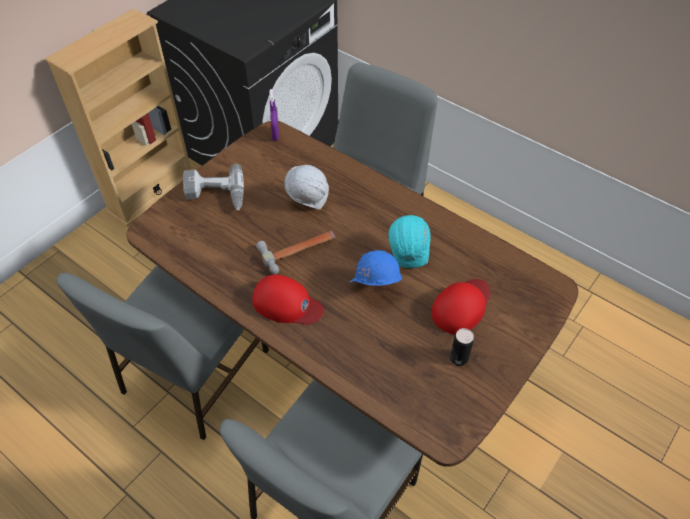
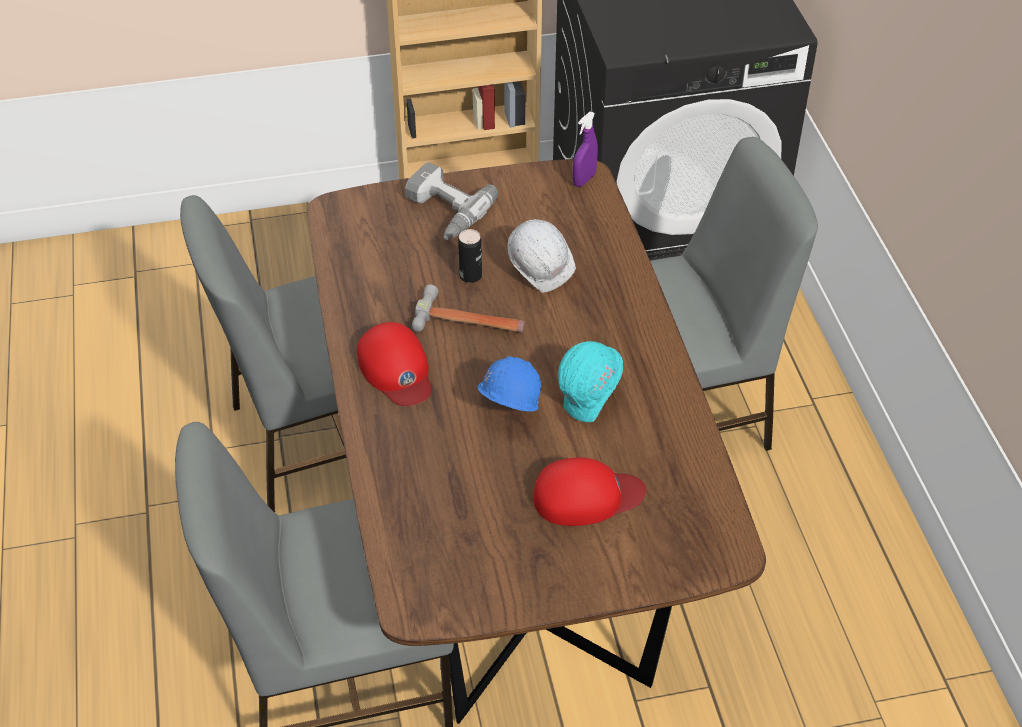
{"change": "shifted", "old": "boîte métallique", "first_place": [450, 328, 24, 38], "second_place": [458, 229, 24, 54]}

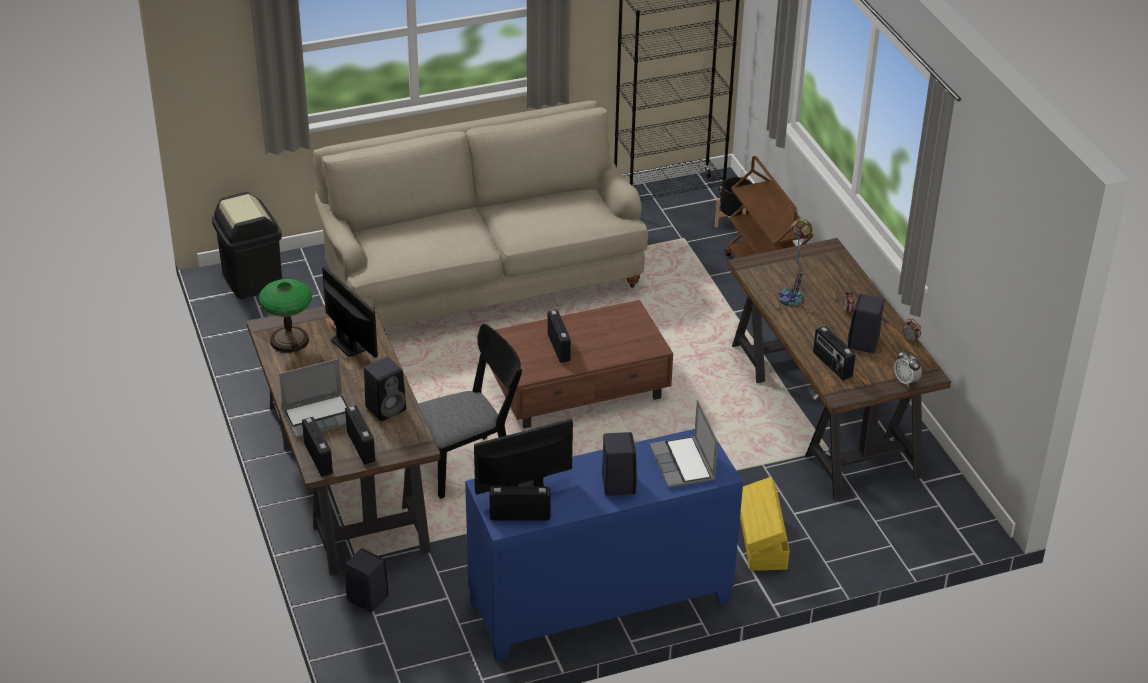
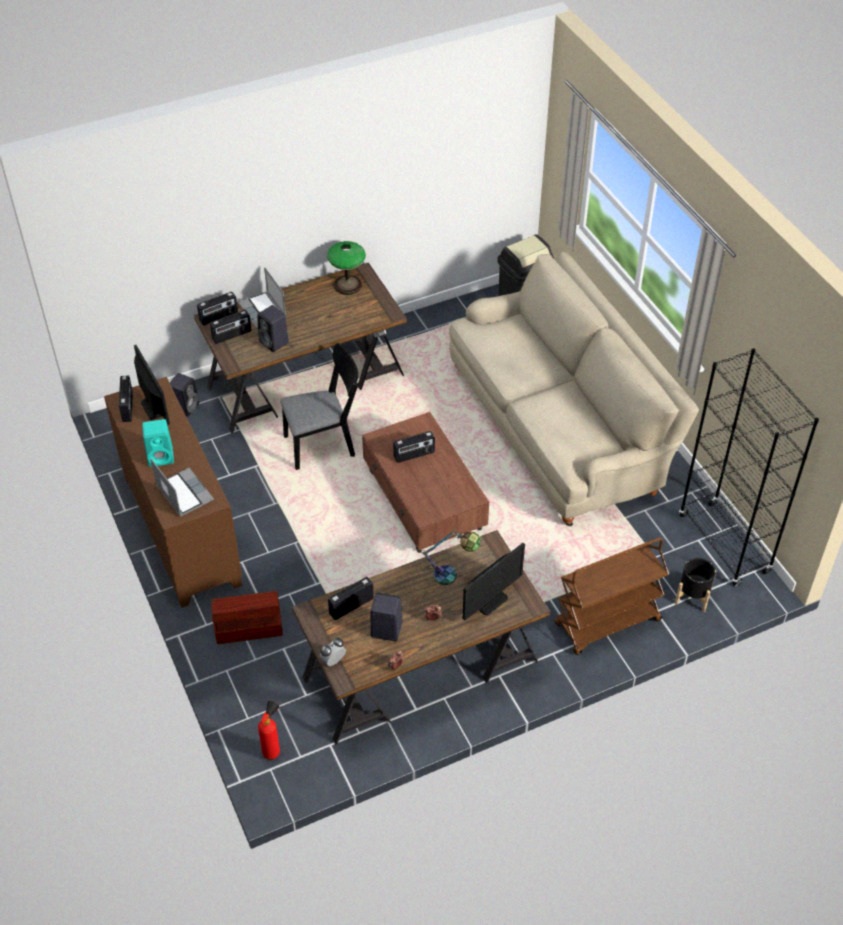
{"change": "new", "new": "extincteur", "second_place": [258, 701, 22, 59]}
{"change": "shifted", "old": "écran d'ordinateur", "first_place": [322, 267, 56, 91], "second_place": [463, 543, 62, 78]}
{"change": "repainted", "old": "meuble de rangement (bleu)", "new": "meuble de rangement (marron)", "first_place": [465, 429, 278, 232], "second_place": [104, 377, 138, 231]}
{"change": "repainted", "old": "enceinte (noir)", "new": "enceinte (turquoise)", "first_place": [602, 432, 35, 64], "second_place": [142, 419, 32, 48]}
{"change": "repainted", "old": "boîte de rangement (jaune)", "new": "boîte de rangement (marron)", "first_place": [740, 477, 50, 94], "second_place": [212, 591, 71, 53]}
{"change": "rotated", "old": "chaise (noir)", "first_place": [418, 324, 104, 175], "second_place": [280, 343, 78, 127], "degrees": -75}
{"change": "rotated", "old": "ordinateur portable", "first_place": [650, 400, 68, 88], "second_place": [151, 459, 63, 58], "degrees": 75}

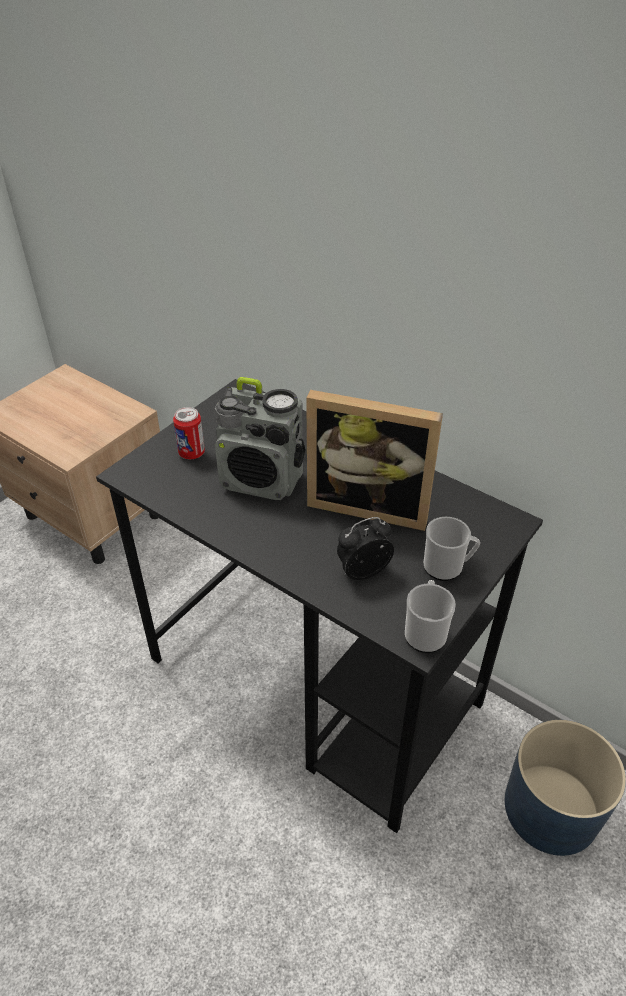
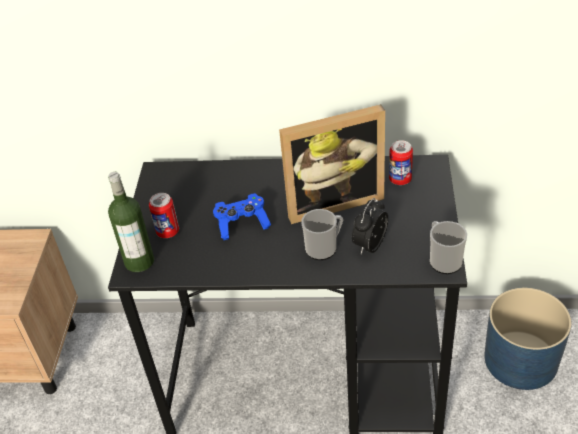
{"change": "new", "new": "bouteille", "second_place": [108, 172, 46, 100]}
{"change": "new", "new": "boîte métallique", "second_place": [389, 140, 24, 45]}
{"change": "shifted", "old": "mug", "first_place": [423, 517, 57, 64], "second_place": [301, 209, 42, 51]}
{"change": "swapped", "old": "radio", "new": "manette (bleu)", "first_place": [215, 377, 90, 123], "second_place": [213, 193, 58, 47]}

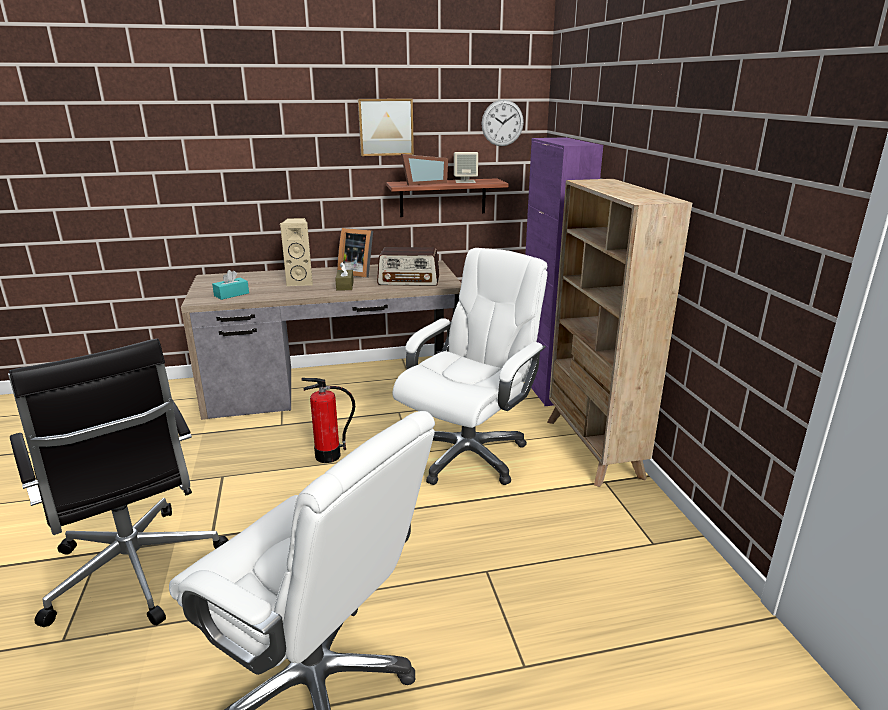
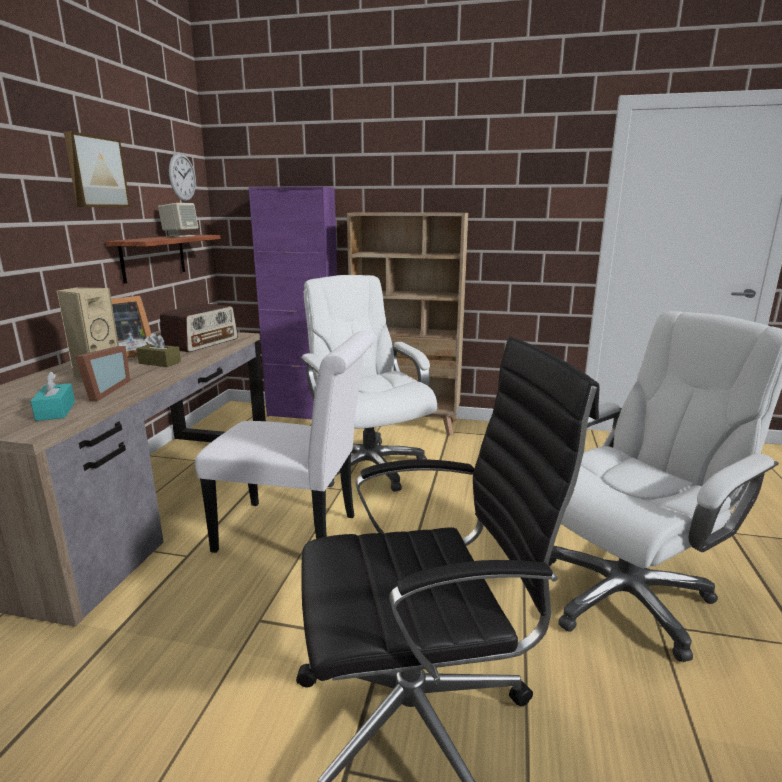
{"change": "shifted", "old": "cadre photo", "first_place": [401, 154, 47, 32], "second_place": [75, 346, 55, 55]}
{"change": "swapped", "old": "extincteur", "new": "chaise (blanc)", "first_place": [301, 378, 54, 85], "second_place": [195, 331, 180, 222]}

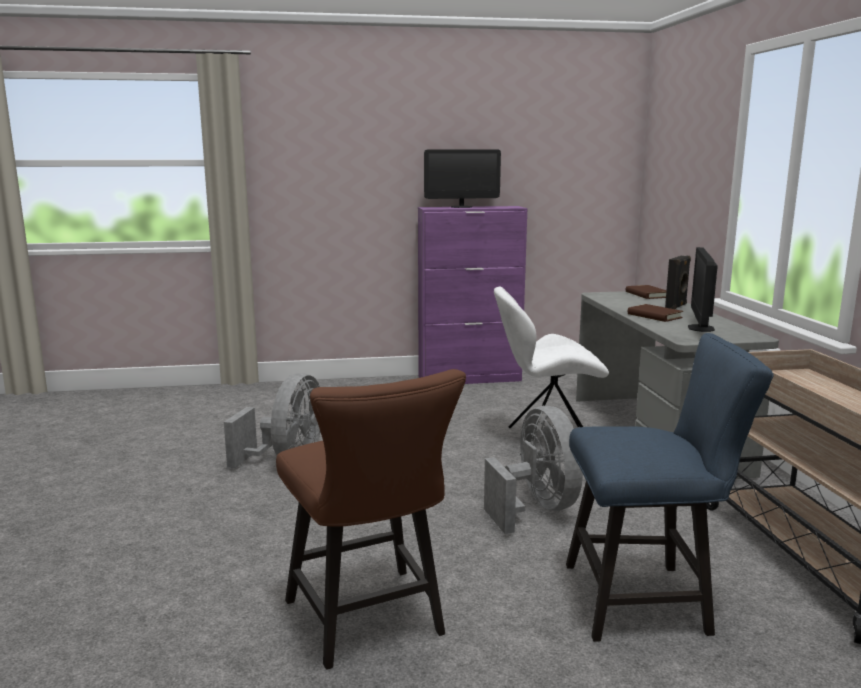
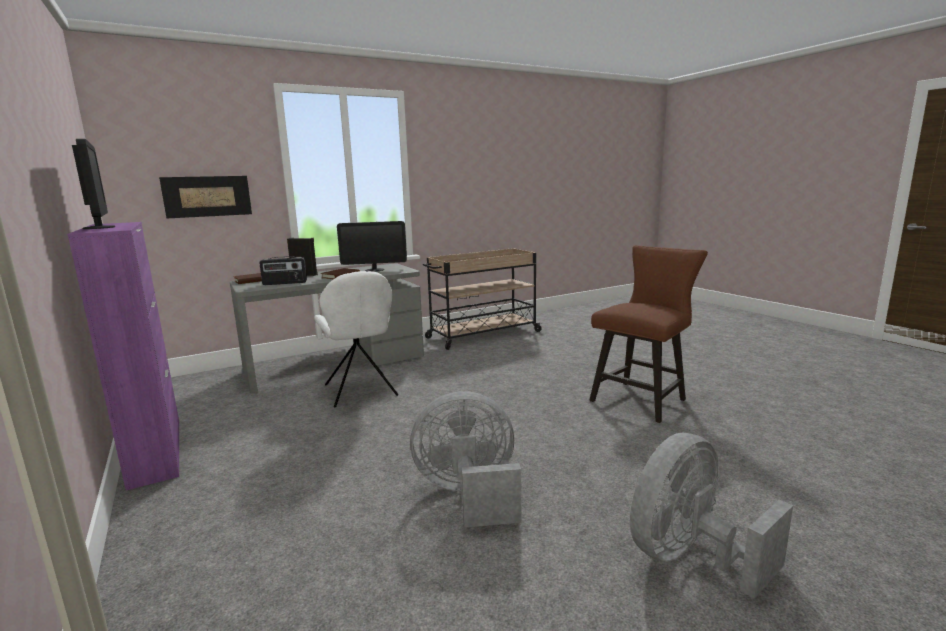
{"change": "gone", "old": "chaise (bleu)", "first_place": [566, 333, 208, 309]}
{"change": "new", "new": "tableau", "second_place": [159, 176, 93, 42]}
{"change": "new", "new": "radio", "second_place": [259, 256, 48, 29]}
{"change": "shifted", "old": "ventilateur (gris)", "first_place": [484, 406, 99, 128], "second_place": [630, 433, 163, 166]}

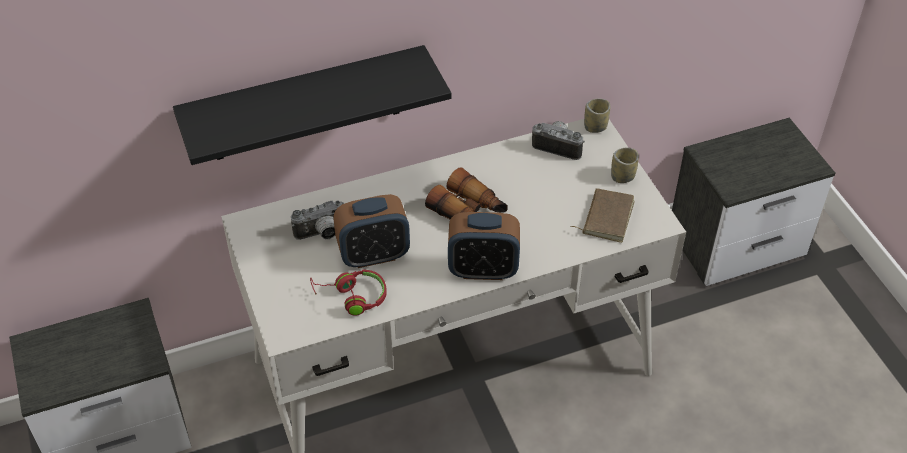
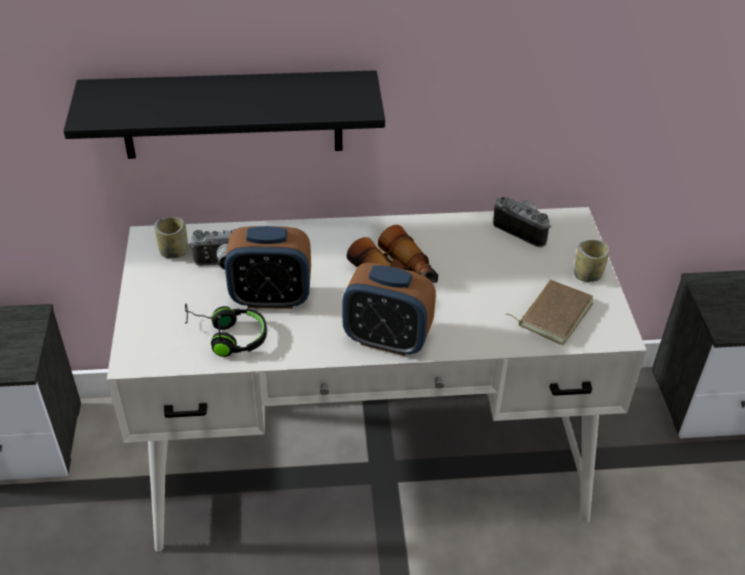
{"change": "shifted", "old": "tasse", "first_place": [584, 98, 26, 35], "second_place": [154, 217, 34, 41]}
{"change": "repainted", "old": "casque audio (rouge)", "new": "casque audio (noir)", "first_place": [310, 270, 77, 46], "second_place": [185, 304, 82, 53]}

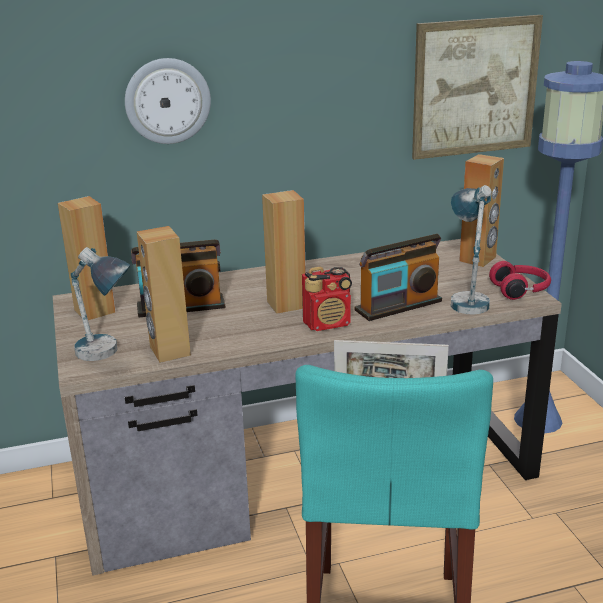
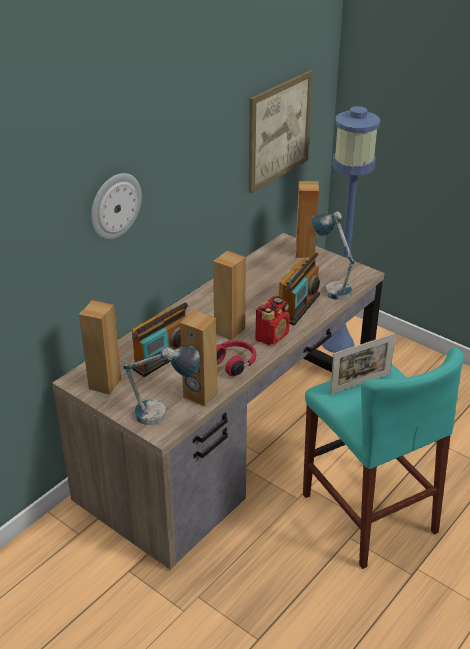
{"change": "shifted", "old": "casque audio (rouge)", "first_place": [489, 261, 62, 39], "second_place": [216, 340, 40, 36]}

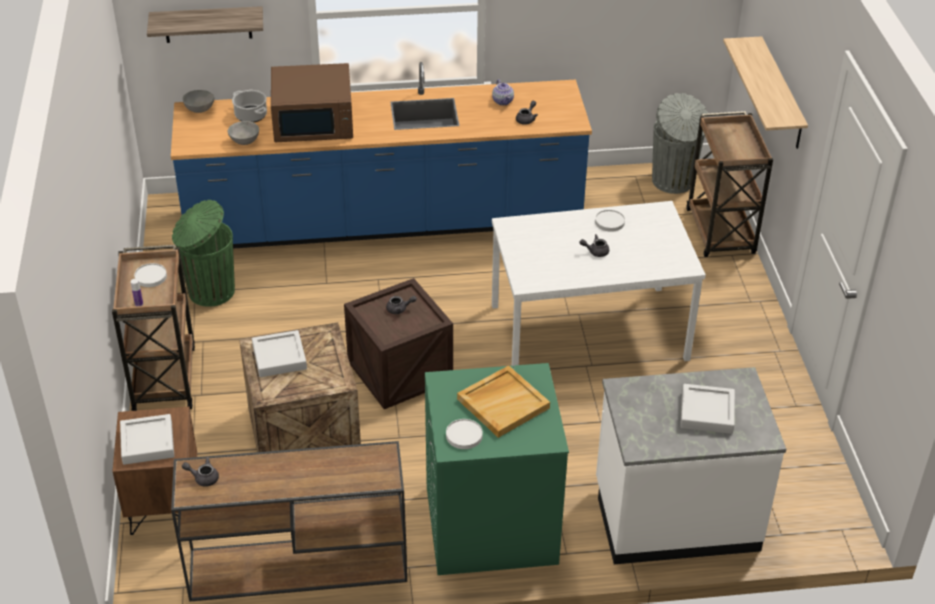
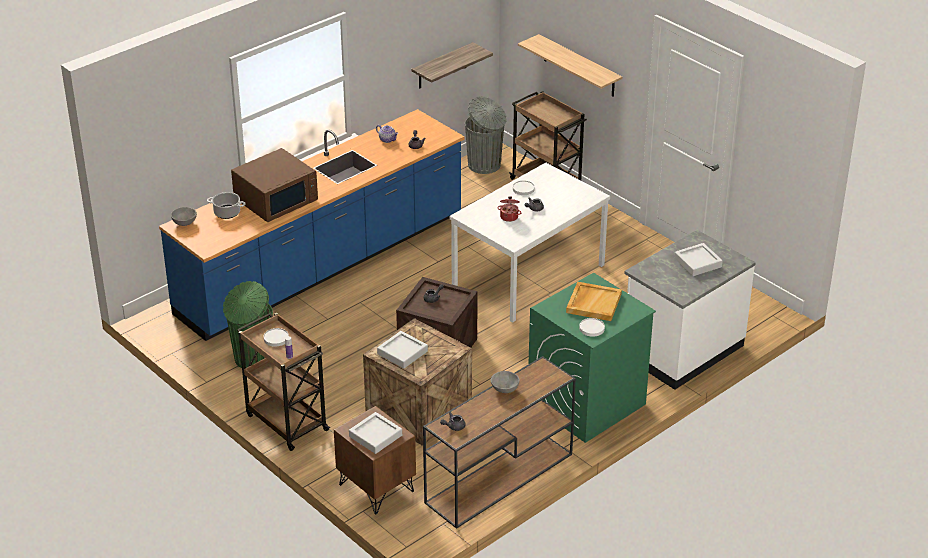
{"change": "new", "new": "marmite", "second_place": [497, 197, 24, 25]}
{"change": "shifted", "old": "étagère", "first_place": [147, 6, 116, 37], "second_place": [411, 42, 82, 47]}
{"change": "shifted", "old": "bol (gris)", "first_place": [228, 121, 31, 24], "second_place": [491, 371, 29, 22]}

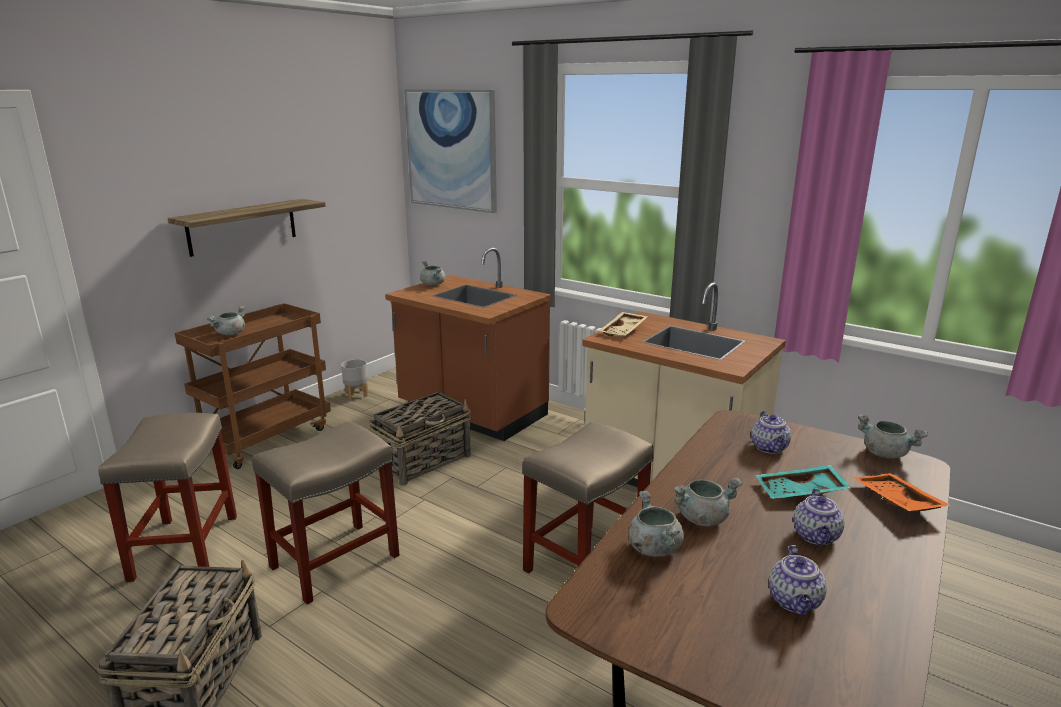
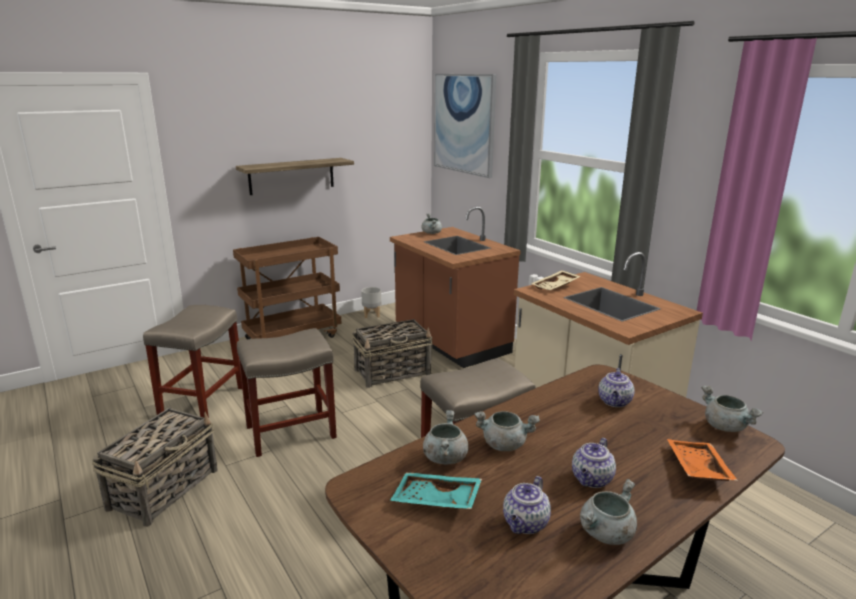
{"change": "shifted", "old": "marmite (gris)", "first_place": [207, 306, 38, 29], "second_place": [580, 479, 57, 66]}
{"change": "shifted", "old": "plateau (turquoise)", "first_place": [755, 465, 97, 34], "second_place": [390, 473, 92, 36]}

